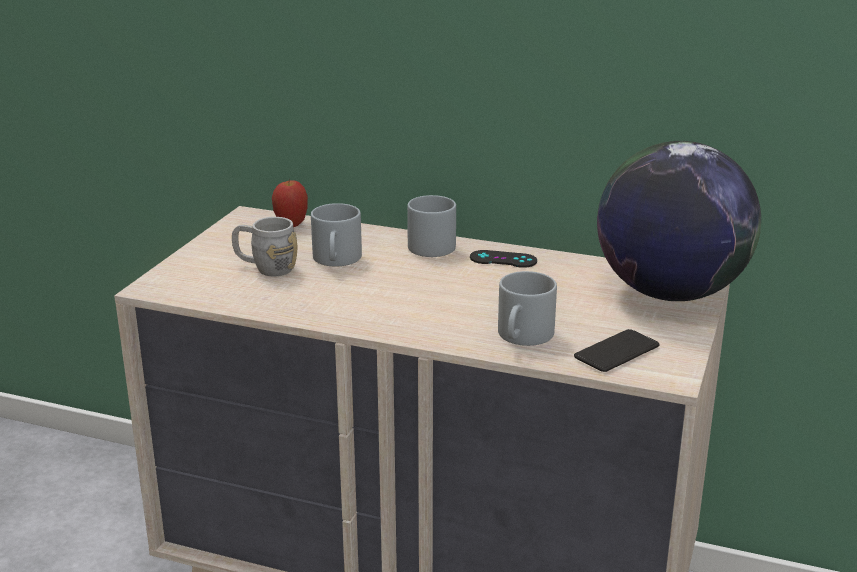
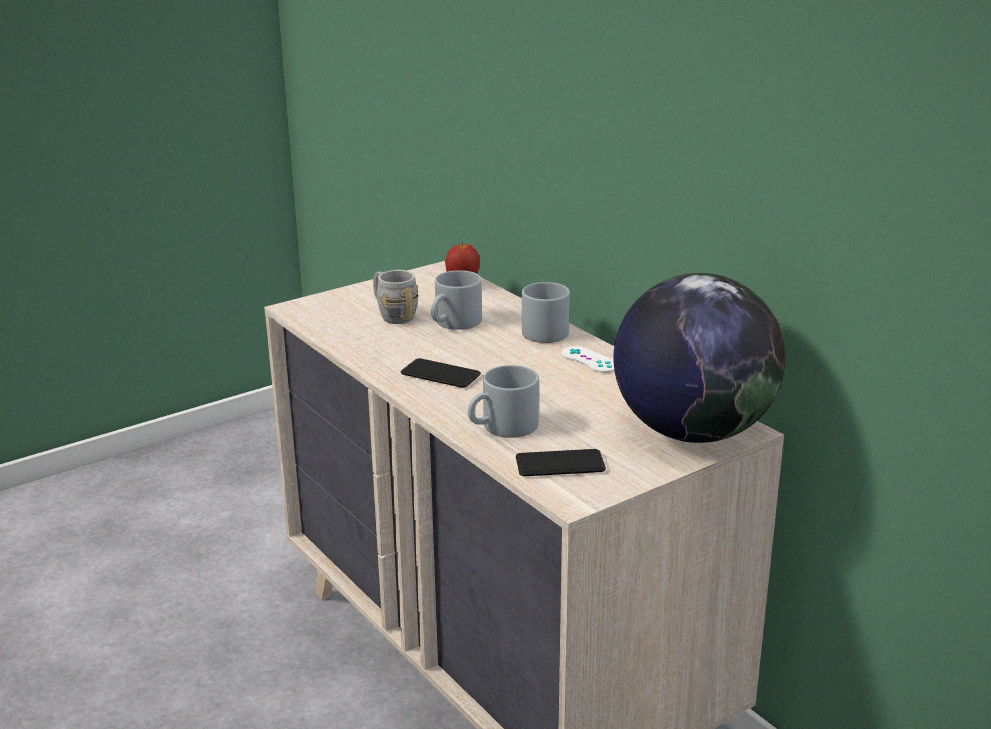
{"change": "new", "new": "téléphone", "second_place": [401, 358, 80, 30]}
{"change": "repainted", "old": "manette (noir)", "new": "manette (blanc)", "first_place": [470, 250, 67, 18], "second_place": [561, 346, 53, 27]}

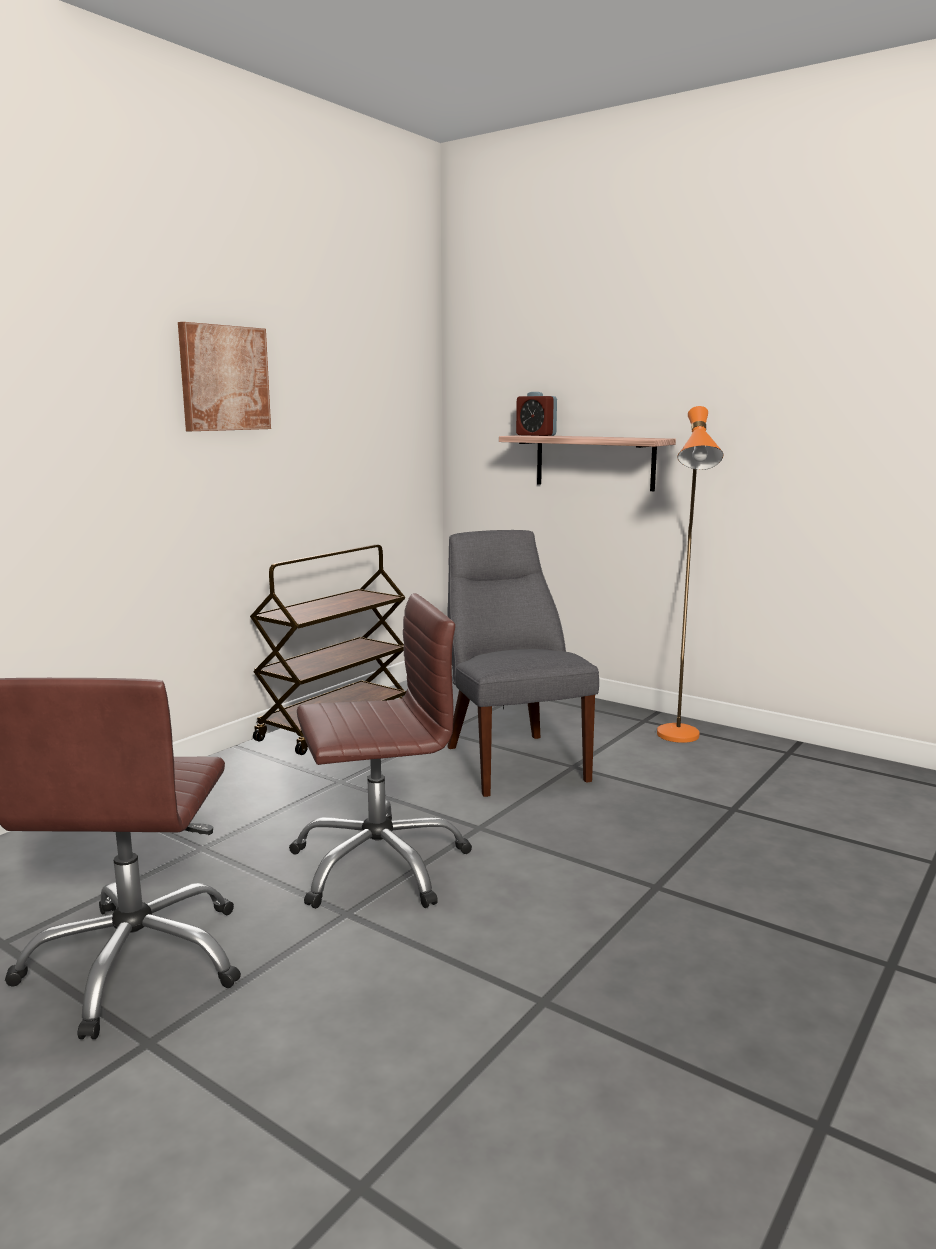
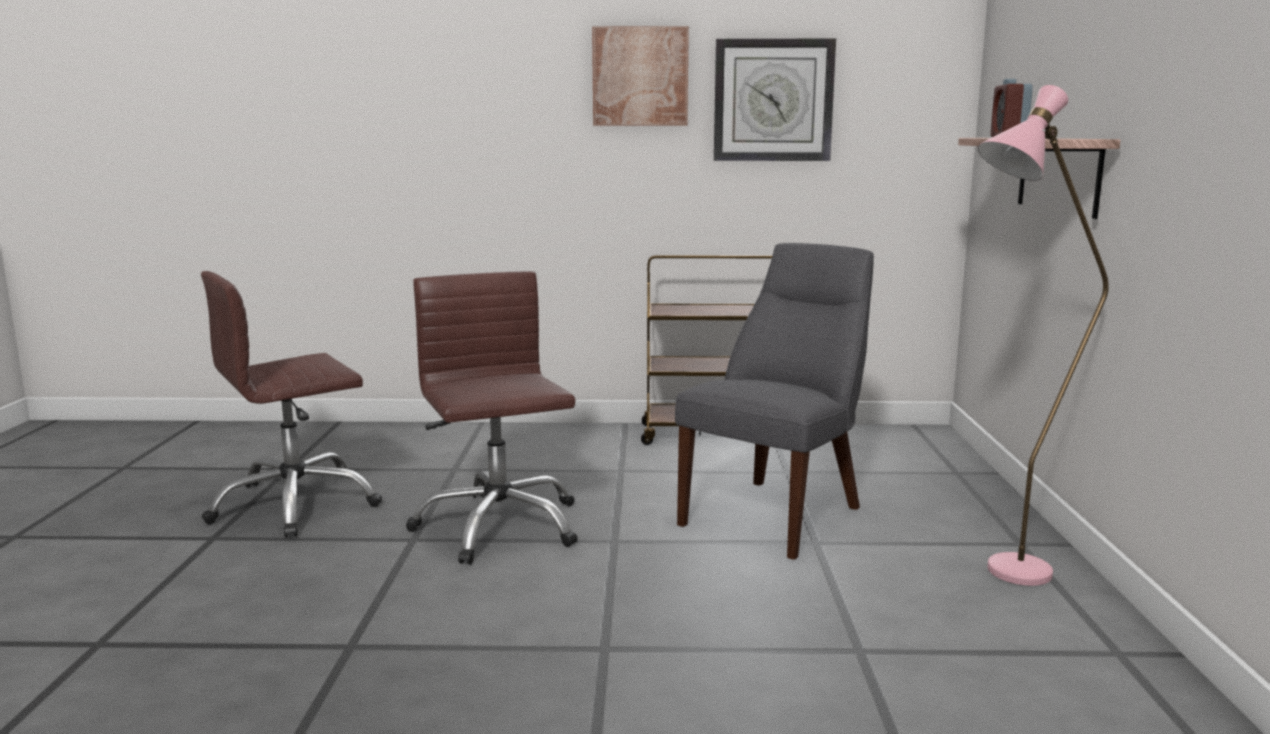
{"change": "new", "new": "horloge murale", "second_place": [714, 38, 122, 123]}
{"change": "repainted", "old": "lampadaire (orange)", "new": "lampadaire (rose)", "first_place": [657, 406, 66, 337], "second_place": [978, 85, 131, 501]}
{"change": "rotated", "old": "chaise de bureau (marron)", "first_place": [289, 593, 183, 316], "second_place": [406, 271, 172, 294], "degrees": -150}

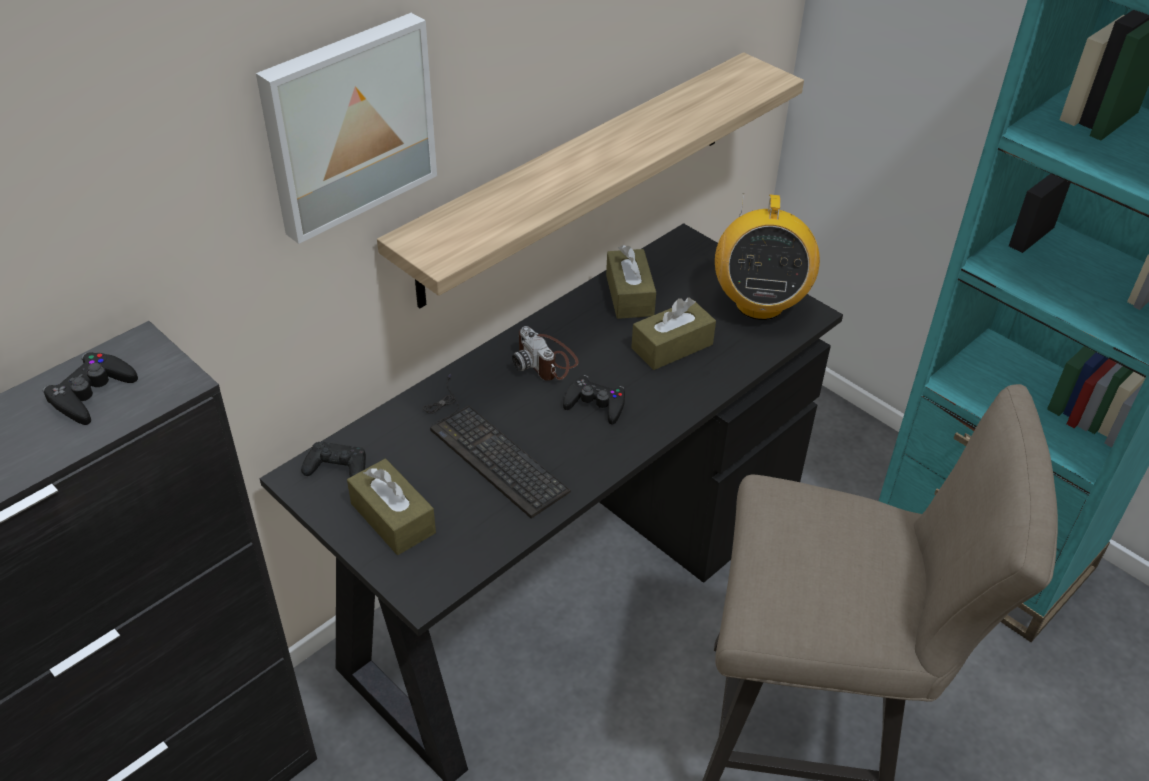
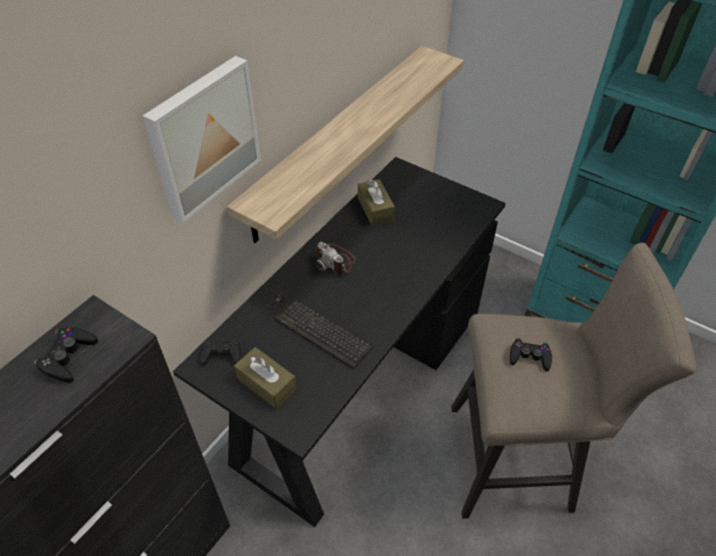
{"change": "gone", "old": "boîte à mouchoirs (marron)", "first_place": [631, 297, 85, 73]}
{"change": "gone", "old": "radio", "first_place": [715, 193, 105, 127]}
{"change": "shifted", "old": "manette (noir)", "first_place": [563, 375, 62, 50], "second_place": [510, 338, 42, 34]}

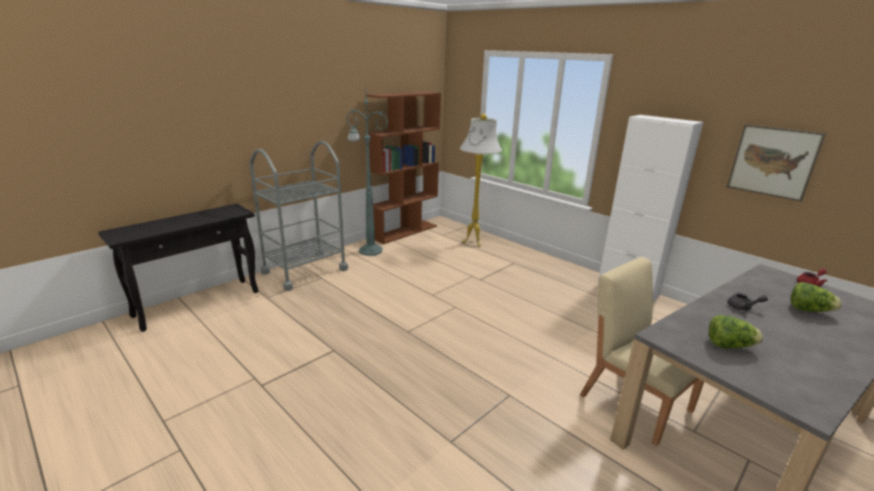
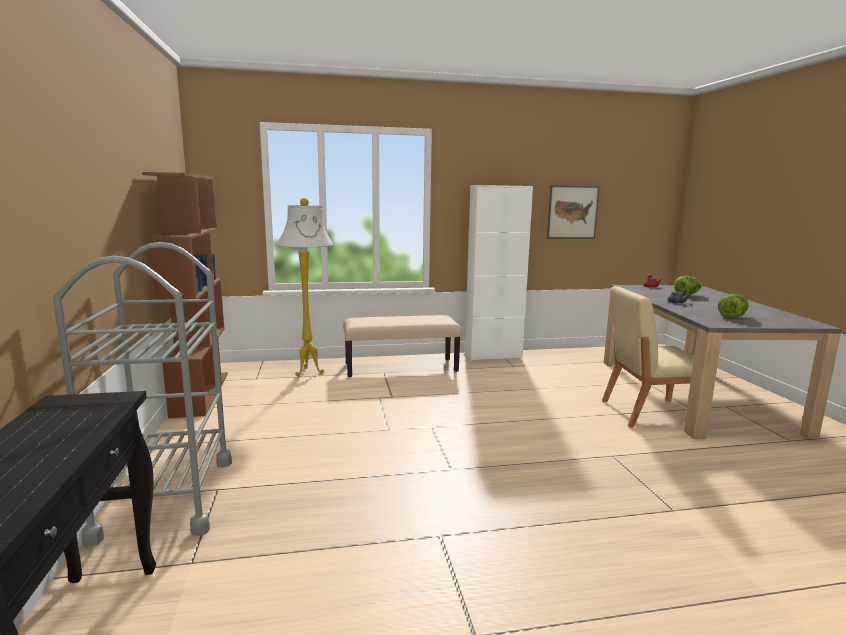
{"change": "gone", "old": "lampadaire (vert)", "first_place": [346, 90, 42, 166]}
{"change": "new", "new": "banc (beige)", "second_place": [344, 315, 118, 62]}

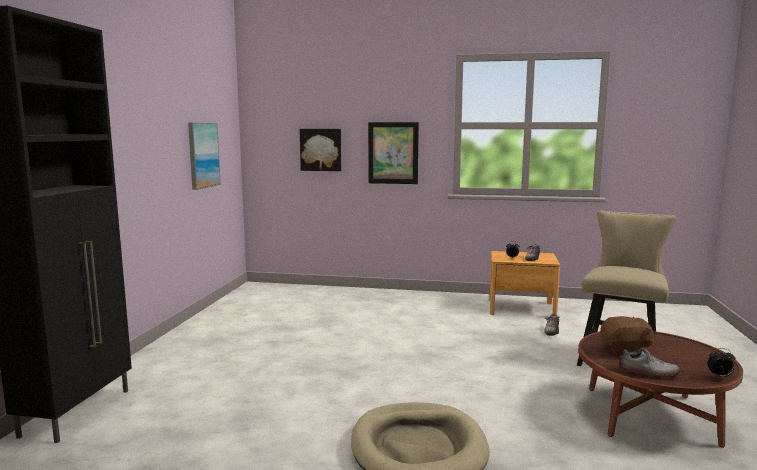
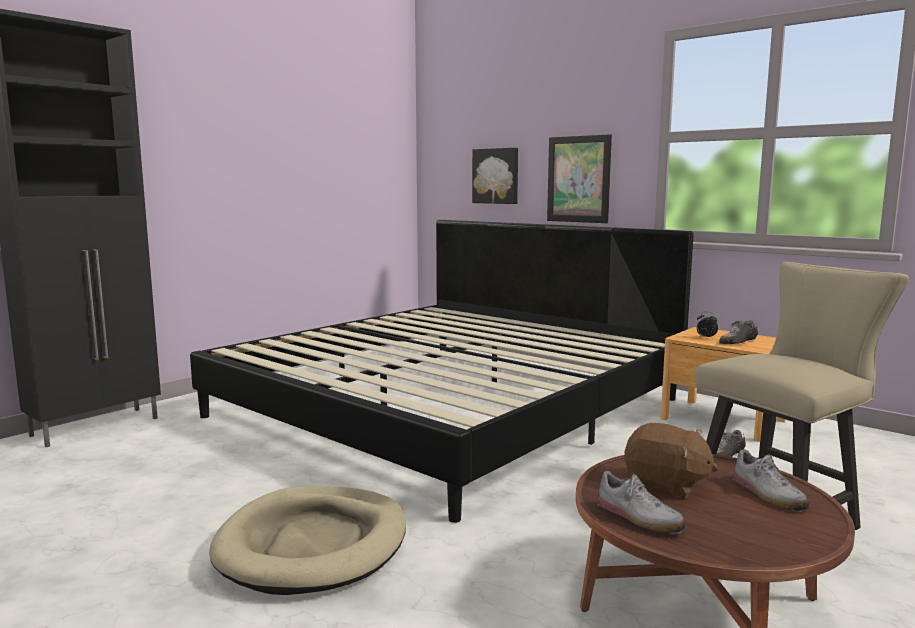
{"change": "gone", "old": "tableau", "first_place": [188, 123, 33, 67]}
{"change": "gone", "old": "réveil", "first_place": [707, 348, 28, 29]}
{"change": "new", "new": "lit", "second_place": [190, 220, 504, 303]}
{"change": "new", "new": "chaussure", "second_place": [732, 449, 77, 63]}

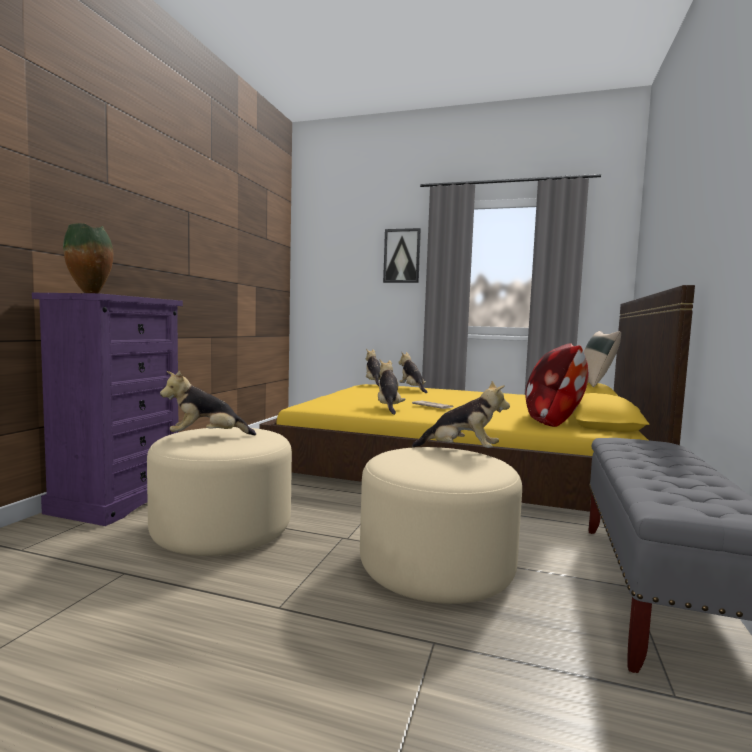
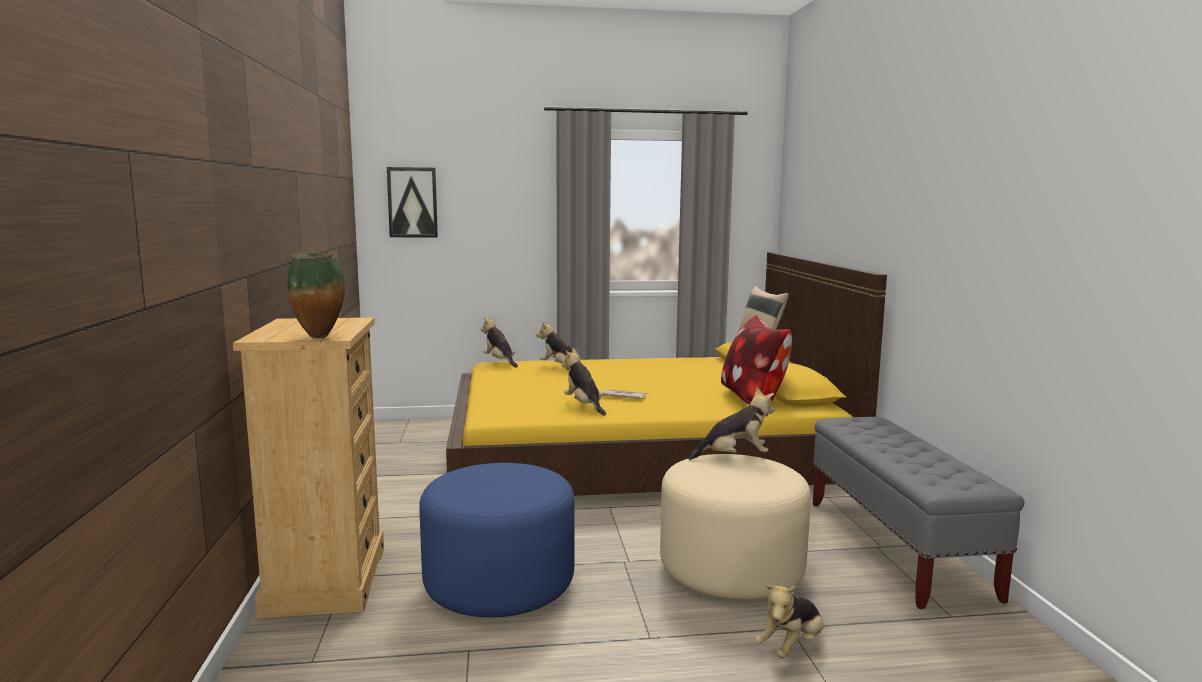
{"change": "shifted", "old": "peluche", "first_place": [160, 371, 96, 64], "second_place": [755, 585, 68, 73]}
{"change": "shifted", "old": "tableau", "first_place": [383, 228, 38, 55], "second_place": [387, 167, 51, 70]}
{"change": "repainted", "old": "commode (violet)", "new": "commode (beige)", "first_place": [32, 293, 151, 233], "second_place": [233, 317, 151, 301]}
{"change": "repainted", "old": "pouf (beige)", "new": "pouf (bleu)", "first_place": [147, 427, 145, 129], "second_place": [419, 463, 156, 154]}

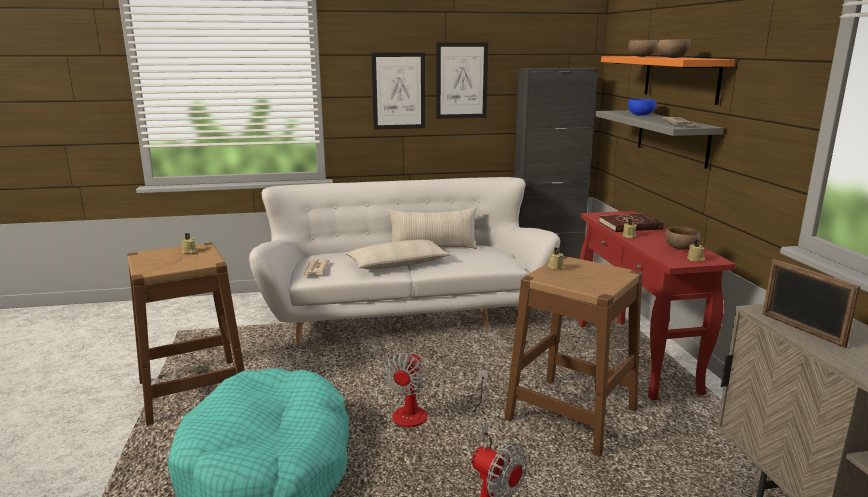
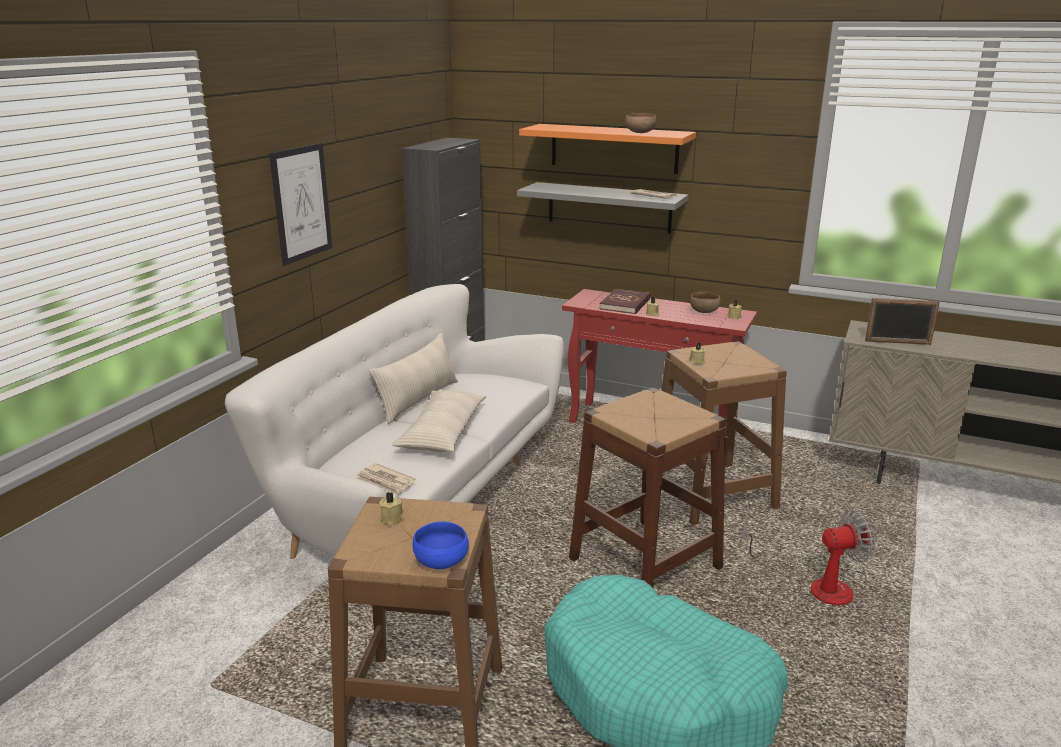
{"change": "gone", "old": "tableau", "first_place": [436, 42, 52, 77]}
{"change": "gone", "old": "bol (marron)", "first_place": [628, 40, 30, 17]}
{"change": "shifted", "old": "bol (bleu)", "first_place": [628, 99, 29, 17], "second_place": [413, 521, 56, 48]}
{"change": "swapped", "old": "ventilateur", "new": "tabouret (marron)", "first_place": [383, 352, 105, 75], "second_place": [569, 387, 157, 200]}

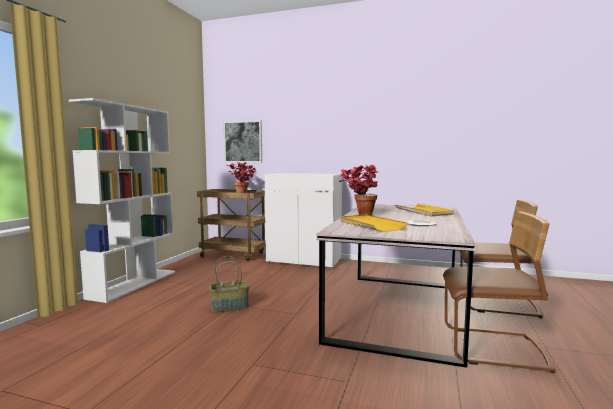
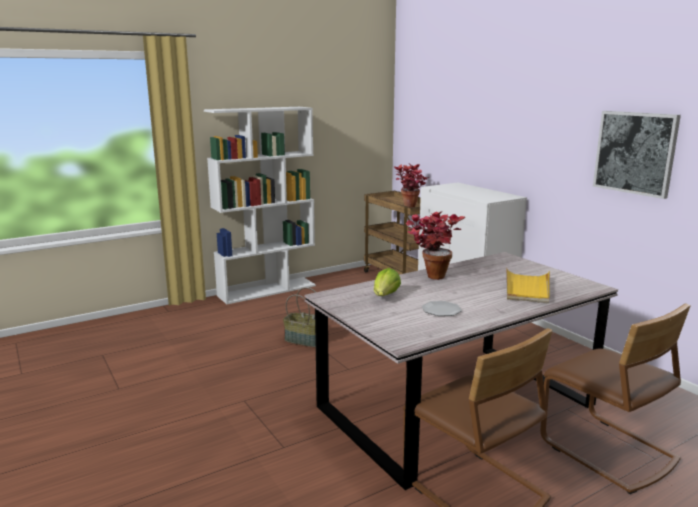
{"change": "shifted", "old": "tableau", "first_place": [224, 120, 38, 42], "second_place": [593, 111, 88, 88]}
{"change": "swapped", "old": "plateau (jaune)", "new": "laitue", "first_place": [340, 215, 68, 17], "second_place": [374, 268, 27, 28]}

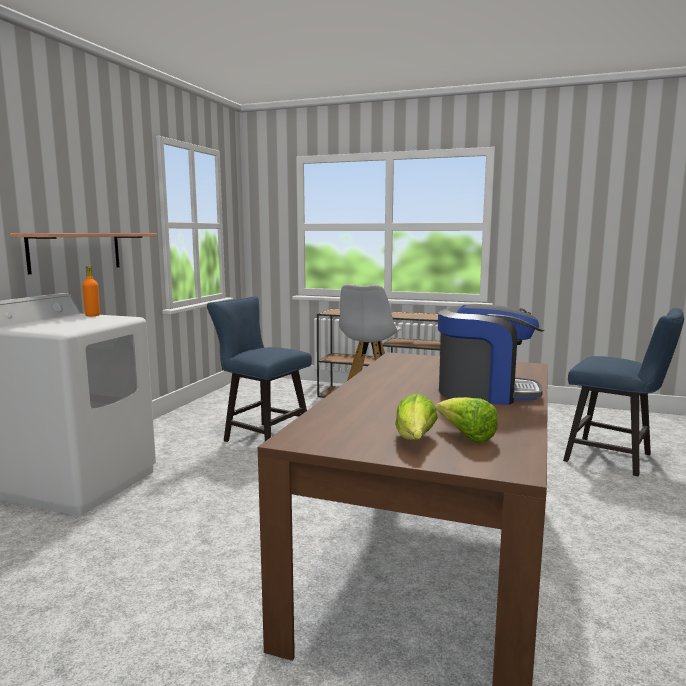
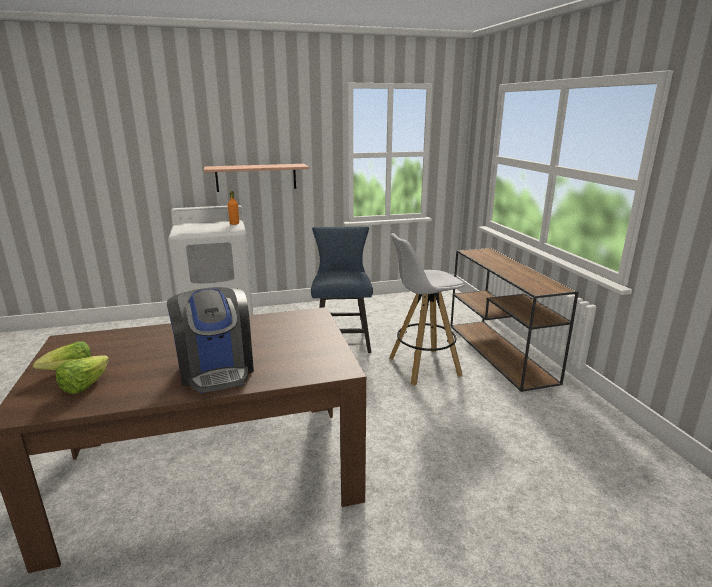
{"change": "gone", "old": "chaise (bleu)", "first_place": [563, 308, 121, 168]}

